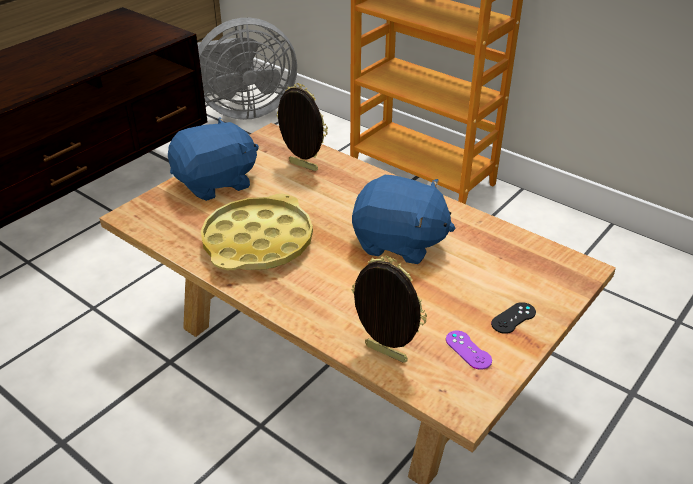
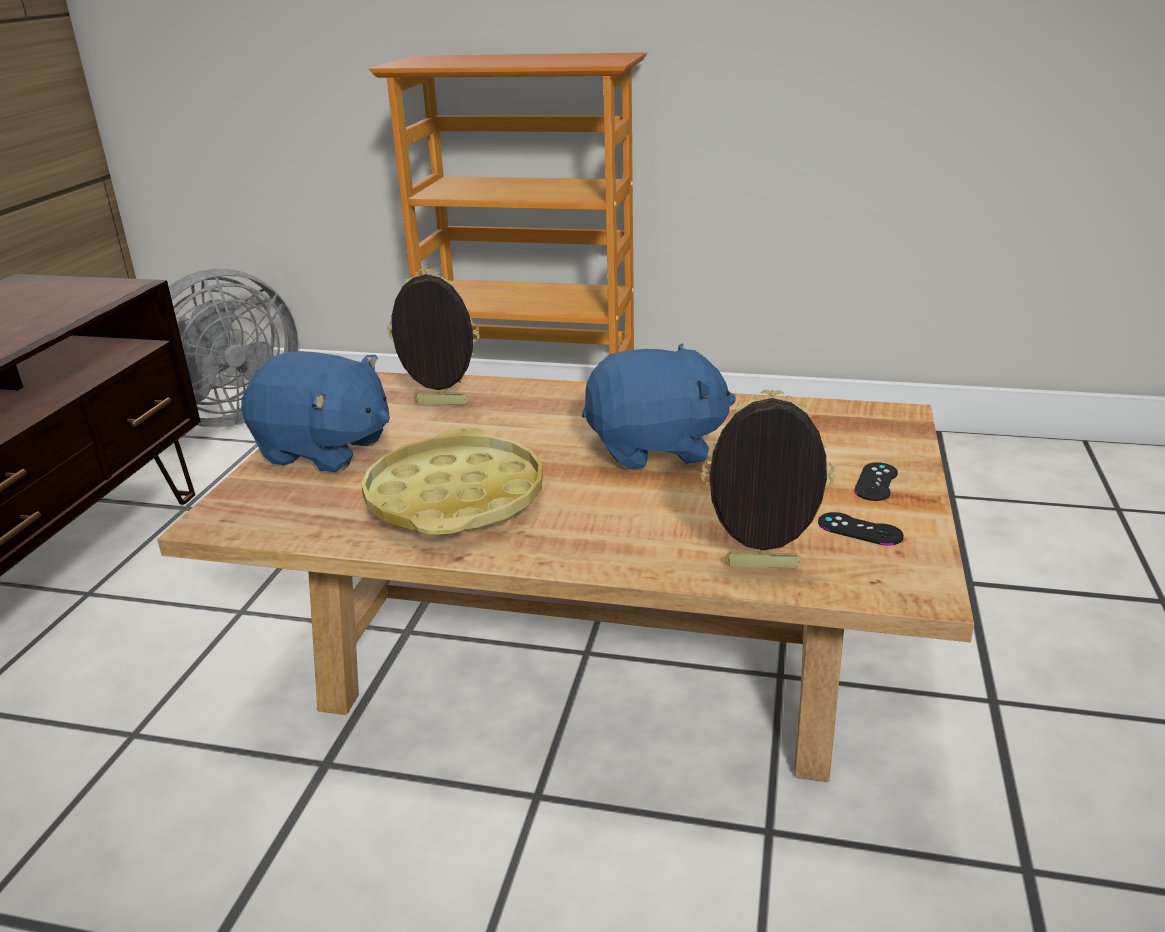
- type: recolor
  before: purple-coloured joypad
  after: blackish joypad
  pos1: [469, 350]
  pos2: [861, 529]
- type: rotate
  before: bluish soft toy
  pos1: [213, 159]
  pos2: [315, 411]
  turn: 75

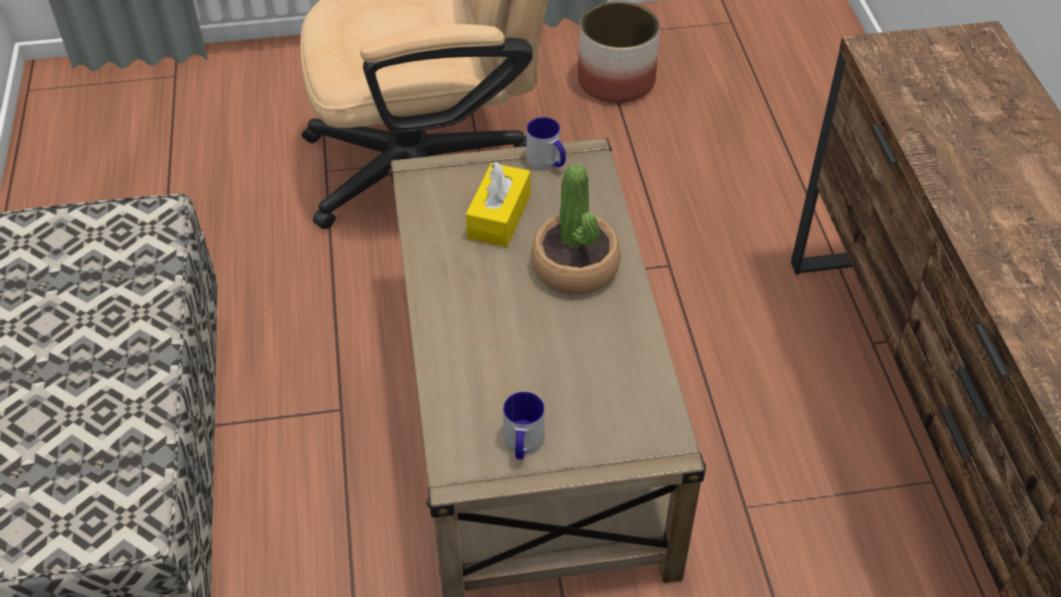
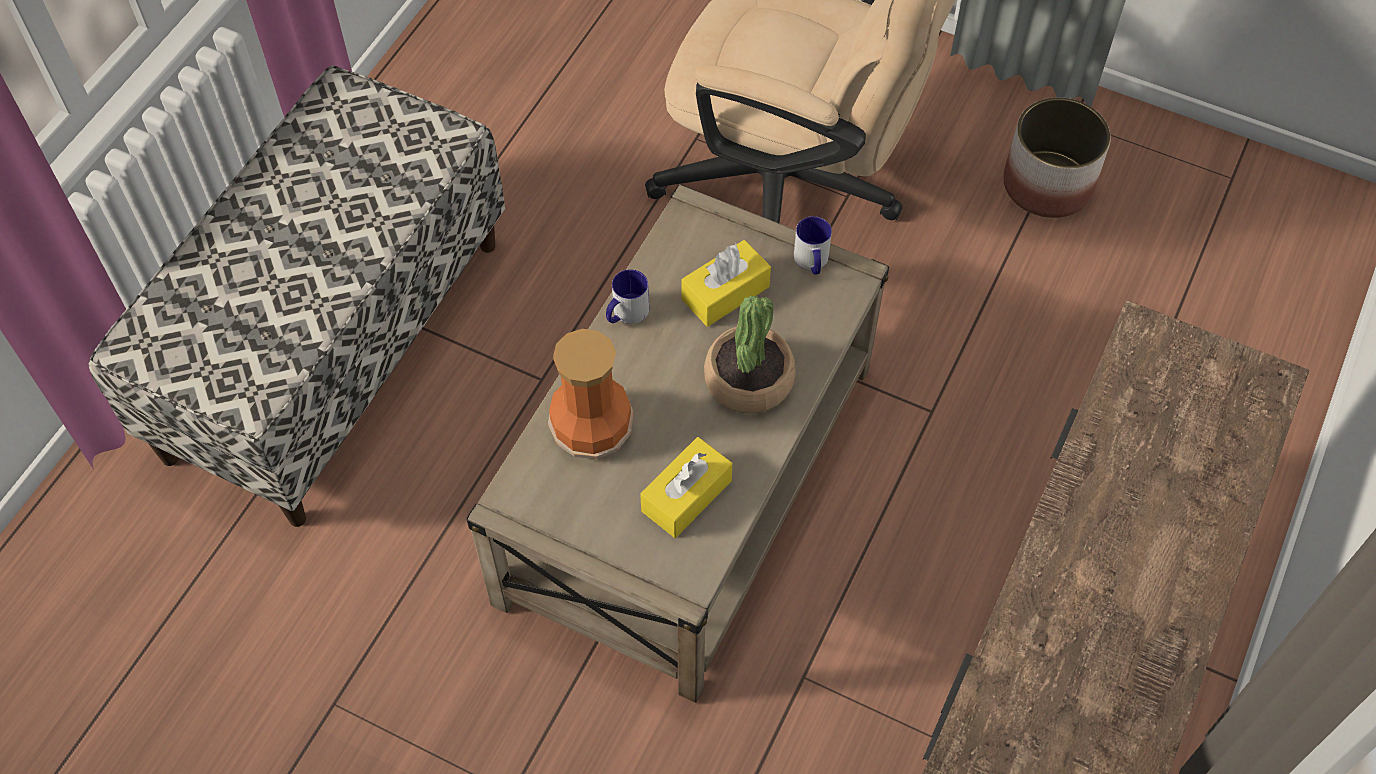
- type: insert
  after: vase
  pos2: [590, 394]
- type: insert
  after: yellow-coloured tissue box
  pos2: [686, 487]
- type: move
  before: tea mug
  pos1: [524, 425]
  pos2: [627, 296]

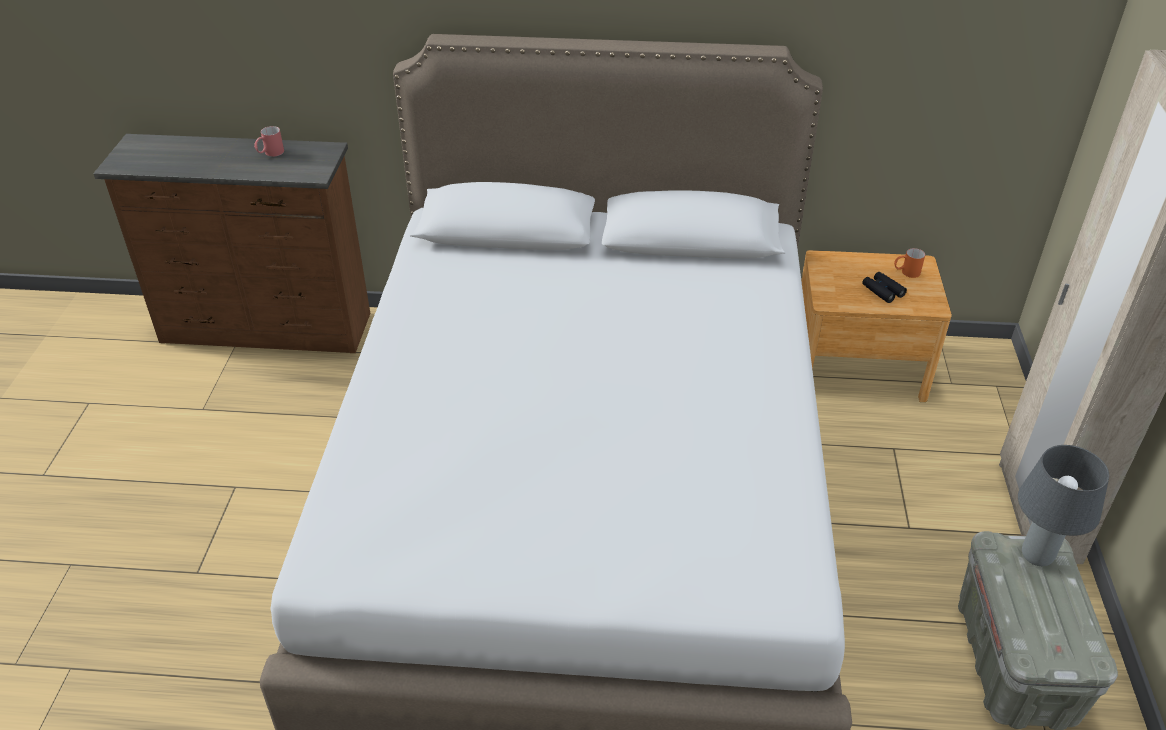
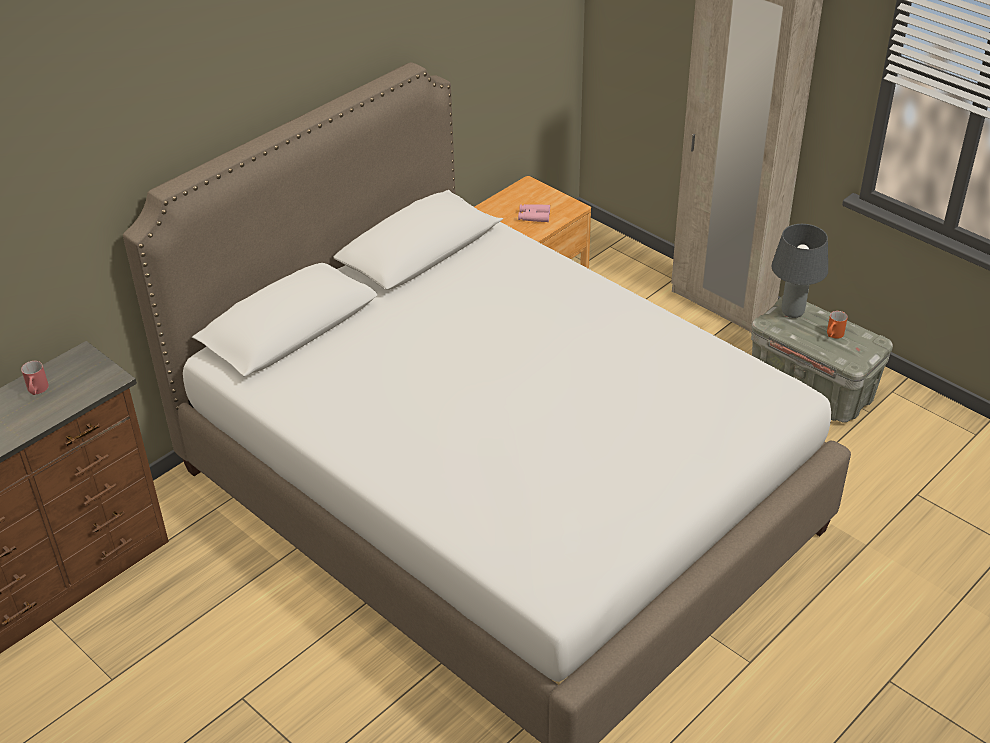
- type: move
  before: orange tea mug
  pos1: [909, 263]
  pos2: [837, 325]
- type: recolor
  before: blackish pair of binoculars
  after: pinkish pair of binoculars
  pos1: [884, 287]
  pos2: [534, 213]

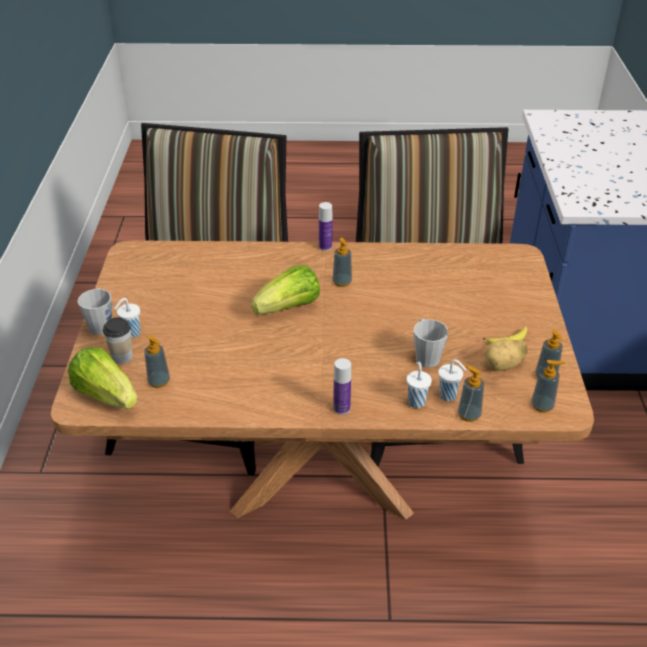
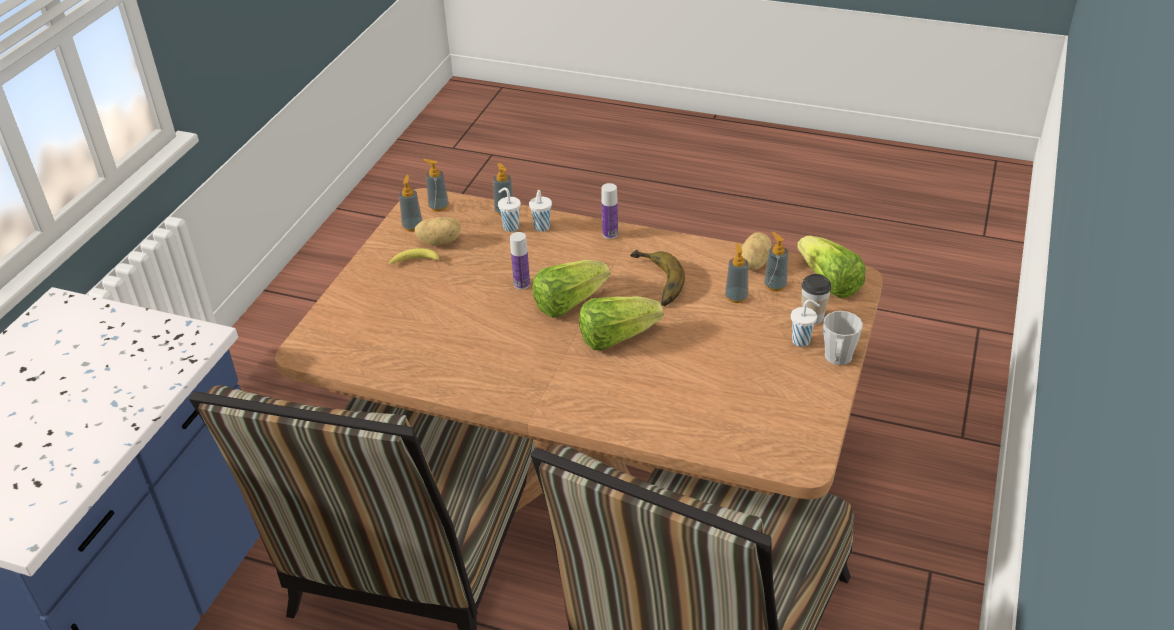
- type: delete
  before: greyish tea mug
  pos1: [431, 343]
- type: insert
  after: head of lettuce
  pos2: [571, 289]
- type: insert
  after: banana fruit
  pos2: [657, 278]
- type: insert
  after: potato
  pos2: [756, 251]
- type: move
  before: beverage bottle
  pos1: [326, 226]
  pos2: [520, 260]
- type: move
  before: liquid soap bottle
  pos1: [342, 262]
  pos2: [736, 272]

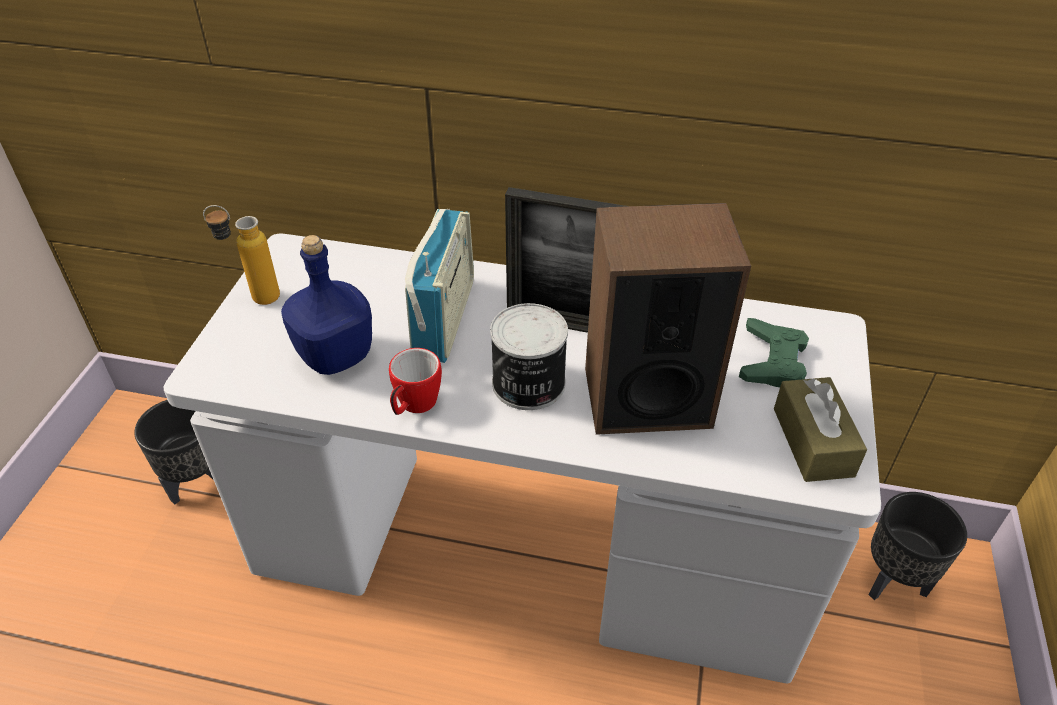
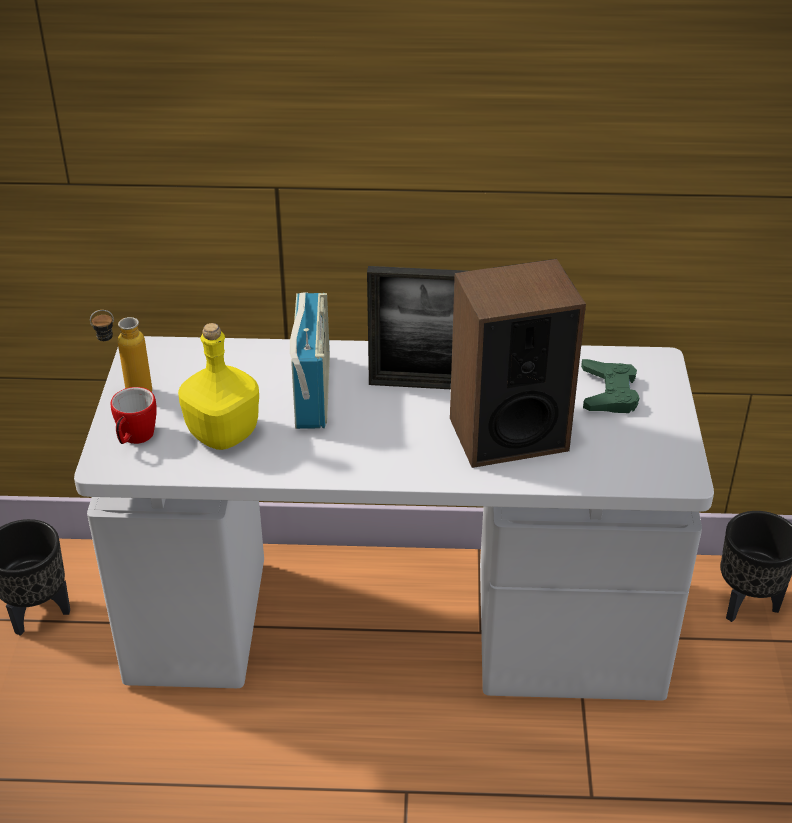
- type: delete
  before: sealed can
  pos1: [529, 356]
- type: delete
  before: brownish tissue box
  pos1: [820, 429]
- type: move
  before: tea mug
  pos1: [415, 381]
  pos2: [134, 415]
- type: recolor
  before: bluish beverage bottle
  after: yellow-coloured beverage bottle
  pos1: [326, 305]
  pos2: [218, 386]

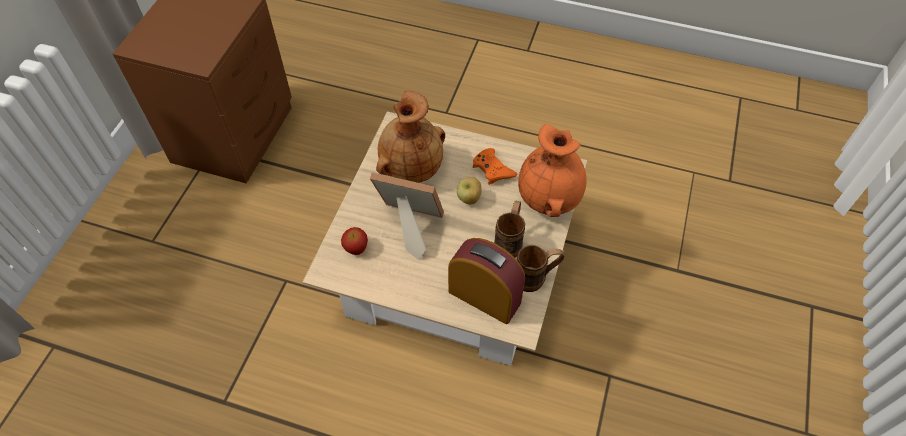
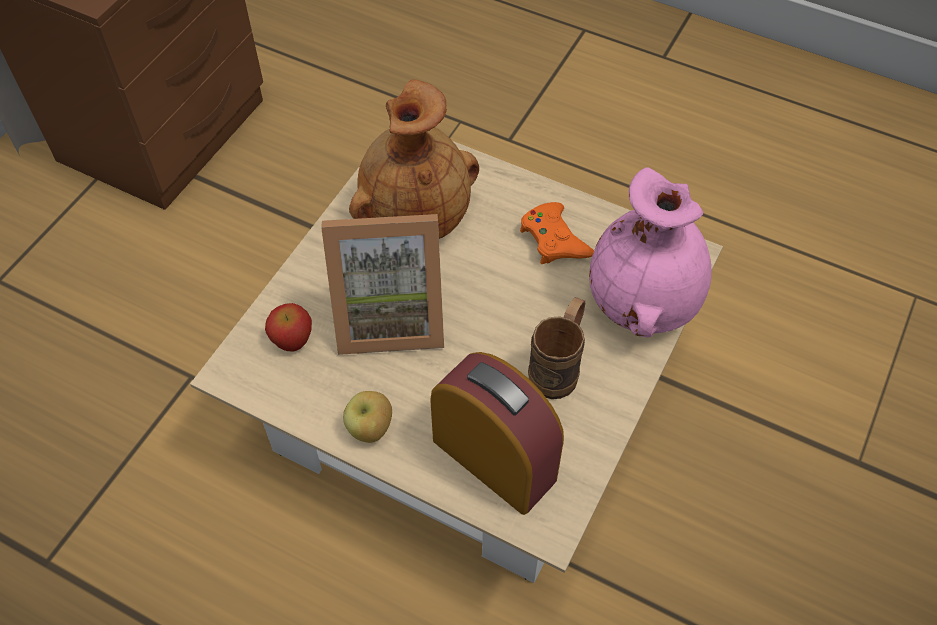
- type: delete
  before: brownish tea mug
  pos1: [540, 268]
- type: move
  before: whole apple
  pos1: [469, 191]
  pos2: [367, 417]
- type: recolor
  before: orange vase
  after: pinkish vase
  pos1: [552, 170]
  pos2: [650, 252]
- type: rotate
  before: photo frame
  pos1: [407, 216]
  pos2: [382, 284]
  turn: 150

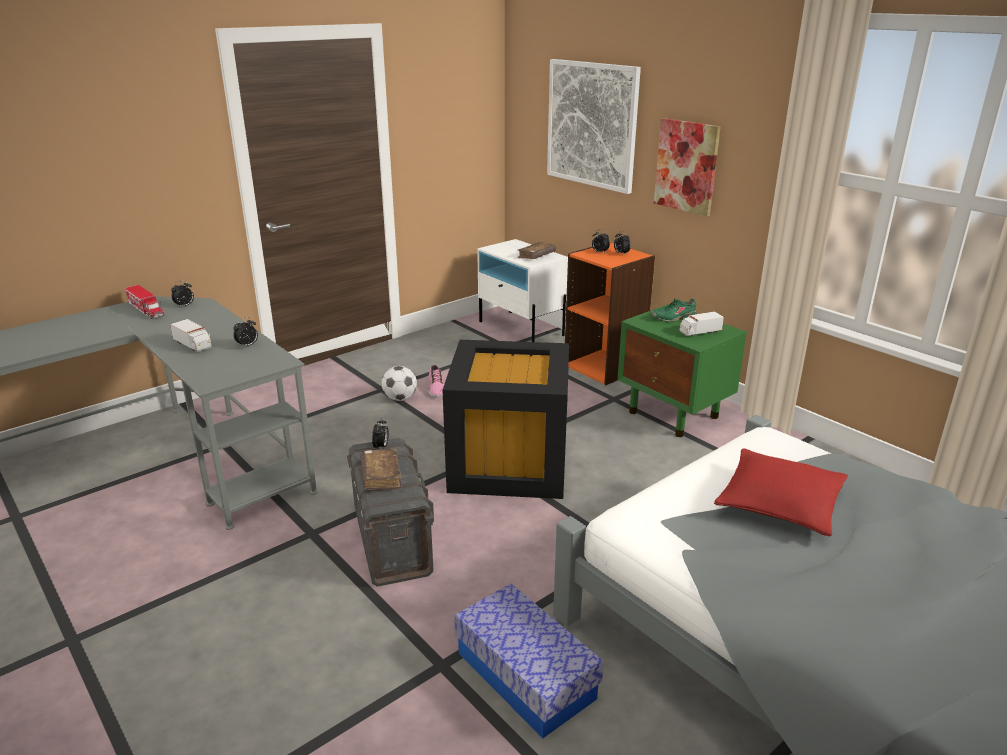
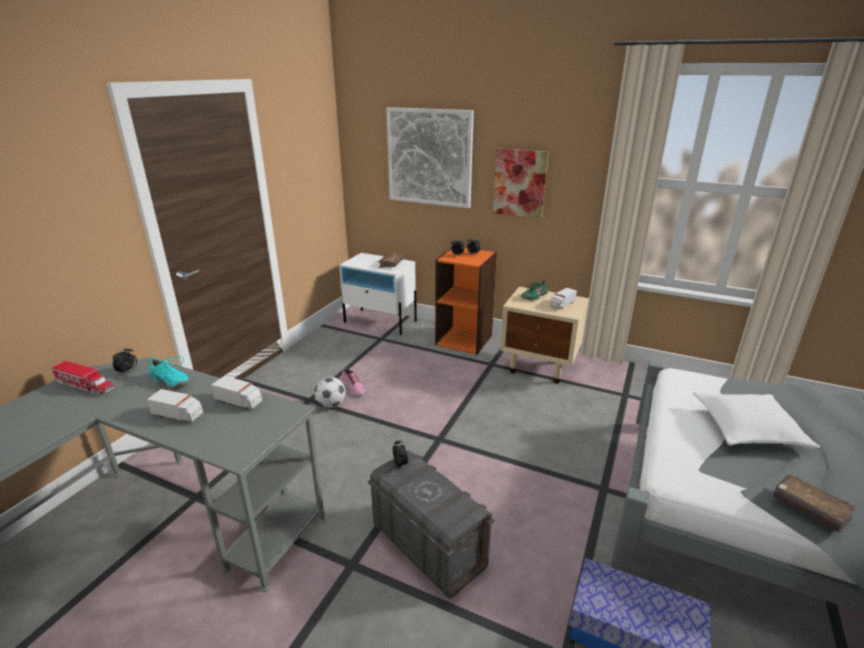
- type: delete
  before: blackish storage container
  pos1: [506, 419]
- type: insert
  after: blue-green item of footwear
  pos2: [167, 372]
- type: move
  before: brownish book
  pos1: [381, 469]
  pos2: [815, 502]
- type: replace
  before: table clock
  after: model truck
  pos1: [245, 332]
  pos2: [237, 392]
- type: recolor
  before: green-coloured night table
  after: sand-coloured night table
  pos1: [682, 370]
  pos2: [544, 335]
- type: recolor
  before: red cushion
  after: white-coloured cushion
  pos1: [781, 492]
  pos2: [756, 420]

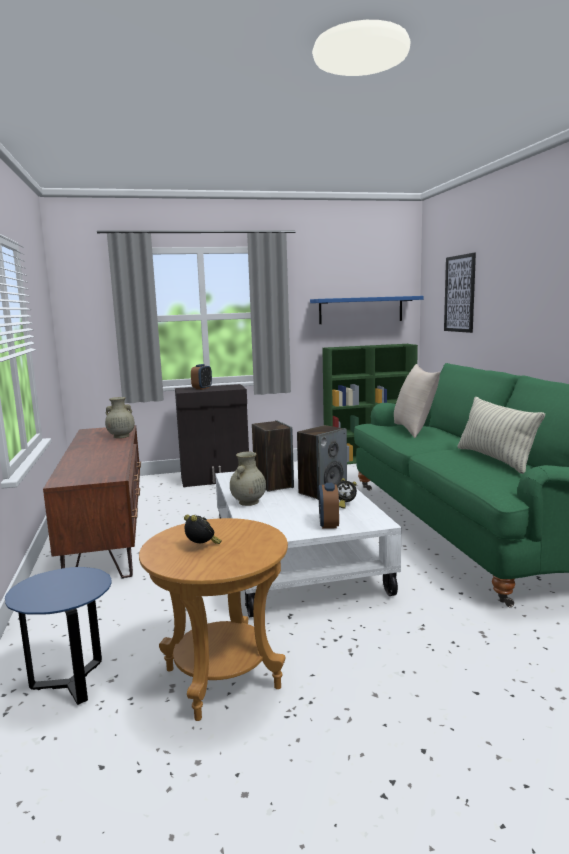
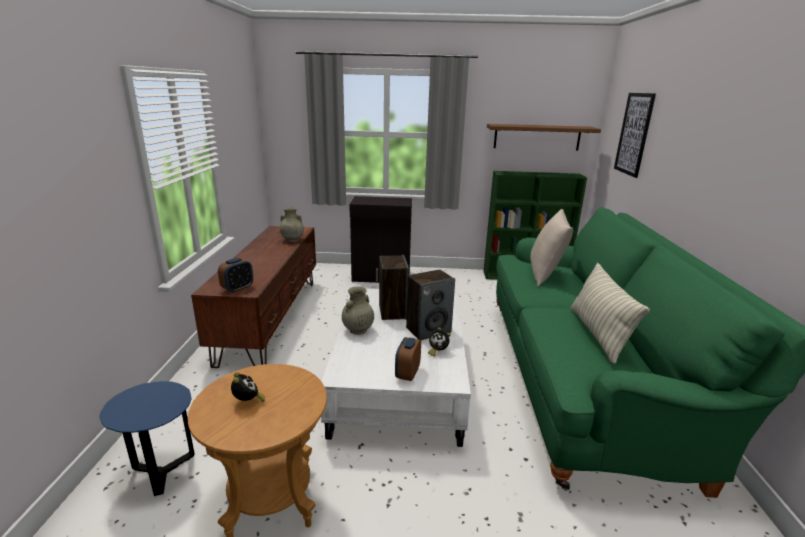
- type: move
  before: table clock
  pos1: [201, 377]
  pos2: [235, 275]
- type: recolor
  before: bluish wall shelf
  after: brownish wall shelf
  pos1: [366, 310]
  pos2: [544, 137]

